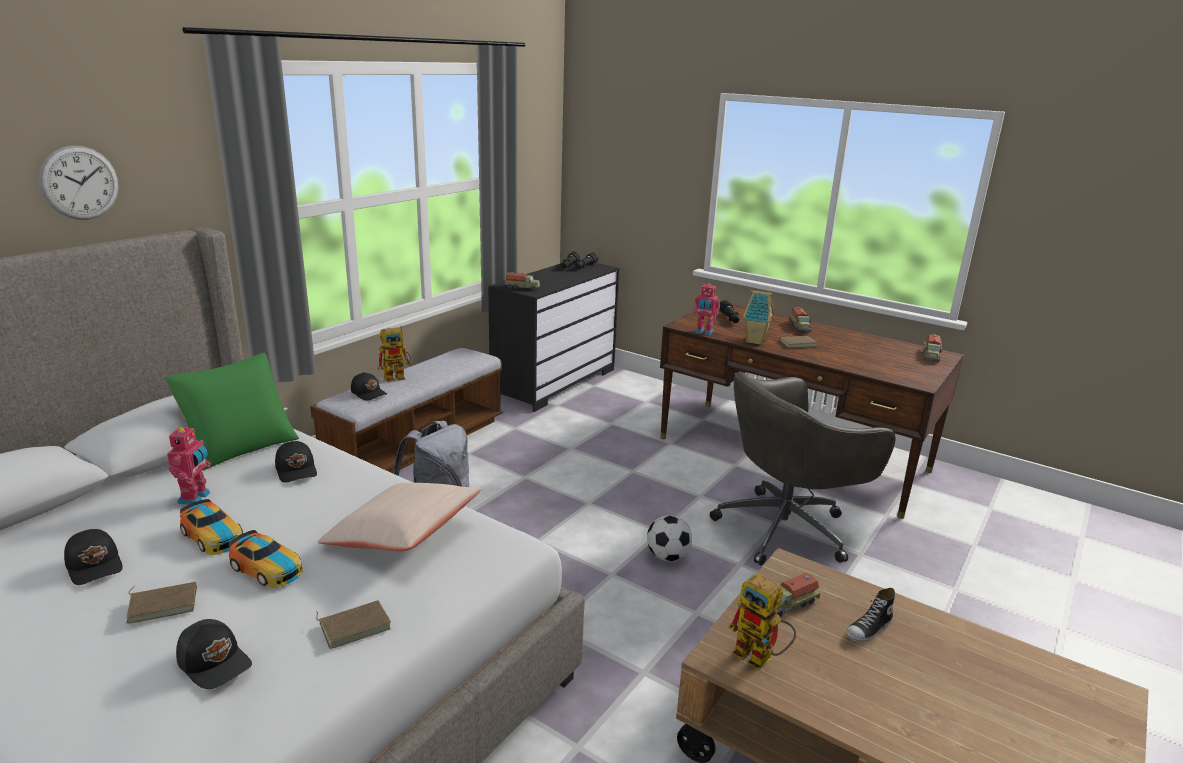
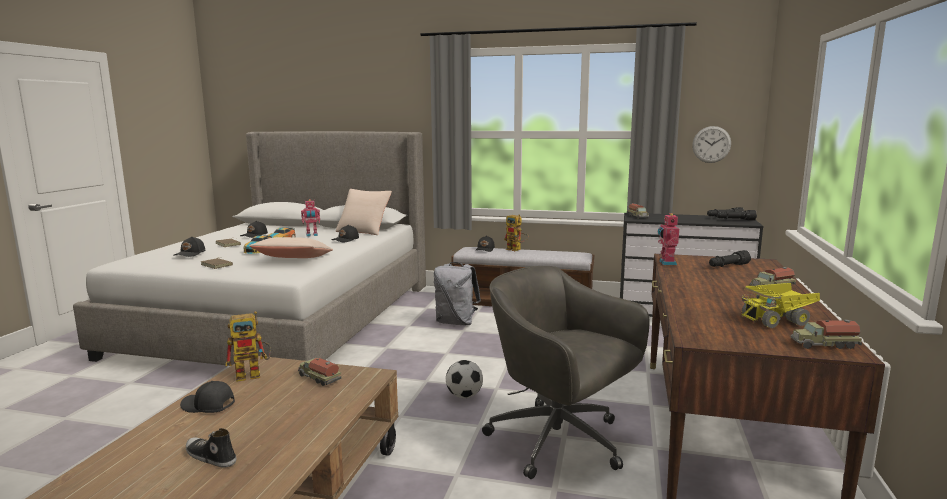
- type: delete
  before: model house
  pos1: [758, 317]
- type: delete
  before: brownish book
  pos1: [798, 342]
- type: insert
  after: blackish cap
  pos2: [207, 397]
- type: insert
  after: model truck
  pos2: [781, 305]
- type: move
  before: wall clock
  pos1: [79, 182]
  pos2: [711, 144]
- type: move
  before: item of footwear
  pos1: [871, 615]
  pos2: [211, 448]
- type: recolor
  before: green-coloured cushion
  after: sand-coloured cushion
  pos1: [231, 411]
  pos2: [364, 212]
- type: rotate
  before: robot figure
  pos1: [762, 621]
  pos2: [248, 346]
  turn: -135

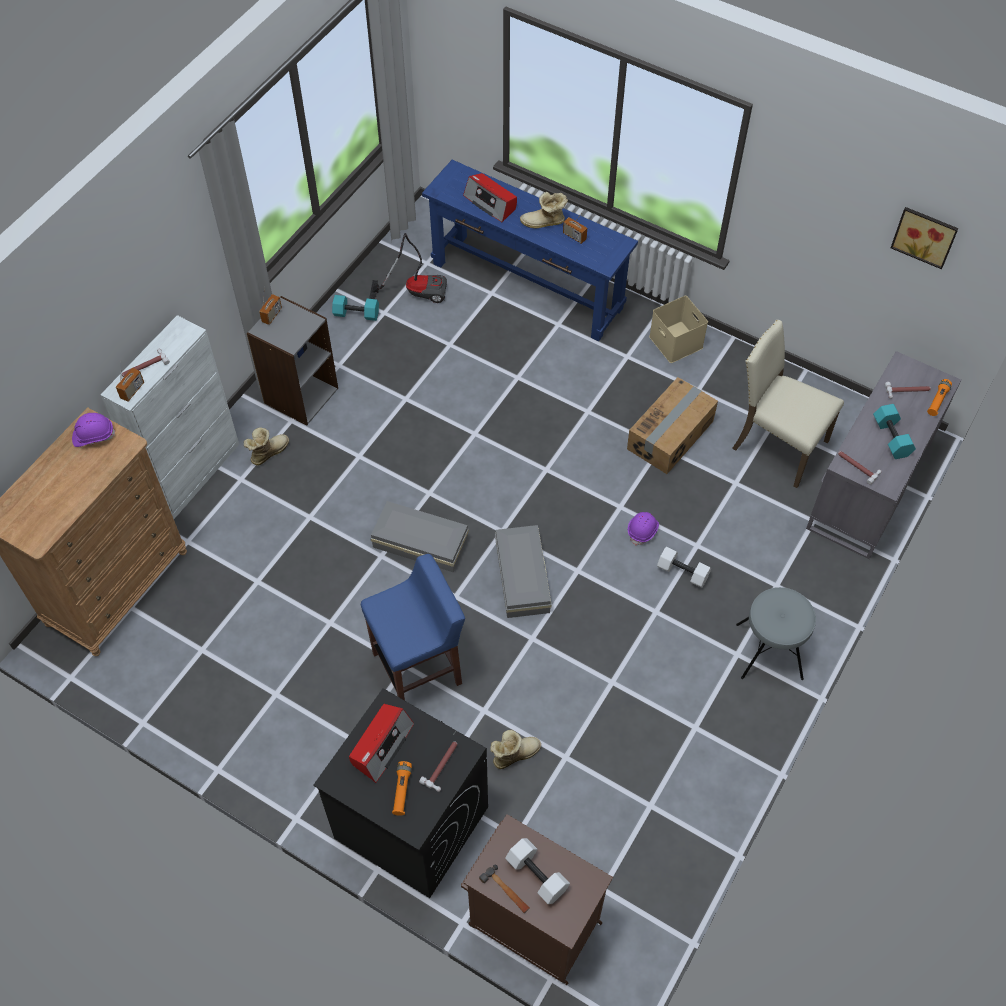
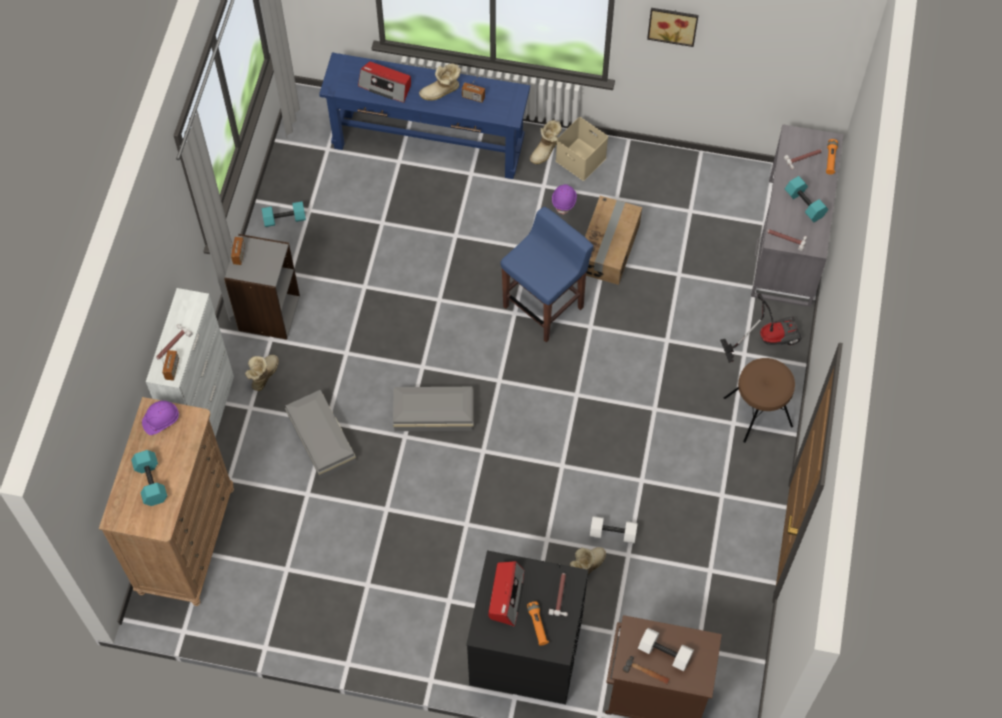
- type: delete
  before: sand-coloured plain chair
  pos1: [788, 404]
- type: insert
  after: blue-green dumbbell
  pos2: [149, 478]
- type: insert
  after: high-top boot
  pos2: [546, 142]
- type: move
  before: bluish stool
  pos1: [413, 627]
  pos2: [547, 274]
- type: move
  before: vacuum
  pos1: [408, 268]
  pos2: [761, 328]
- type: move
  before: greyish storage container
  pos1: [523, 571]
  pos2: [320, 434]
- type: move
  before: purple-coloured work helmet
  pos1: [643, 529]
  pos2: [564, 199]
- type: move
  before: white-coloured dumbbell
  pos1: [684, 567]
  pos2: [614, 529]
- type: move
  before: wall picture
  pos1: [925, 238]
  pos2: [672, 27]
- type: recolor
  before: greyish stool
  after: brownish stool
  pos1: [776, 633]
  pos2: [759, 400]

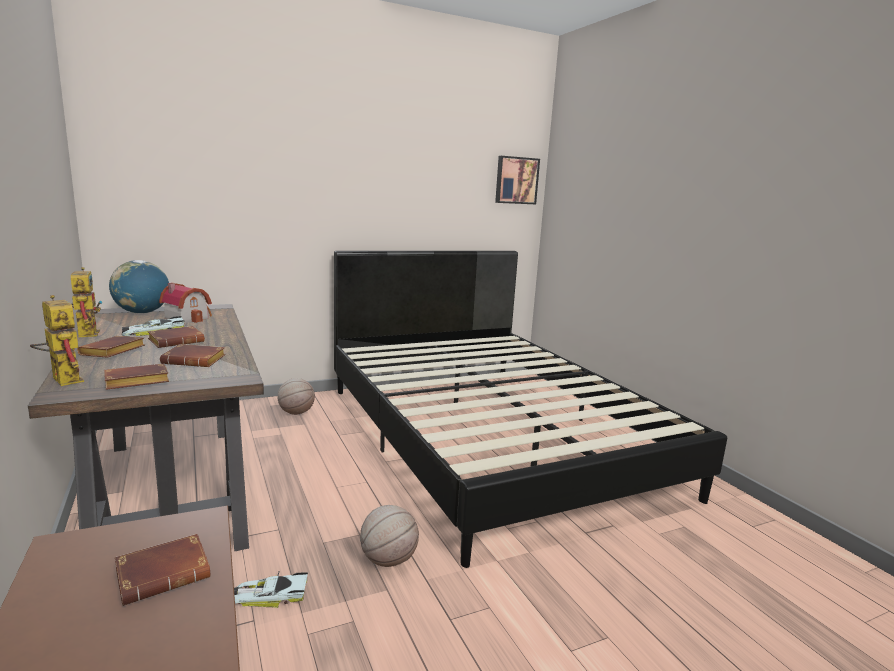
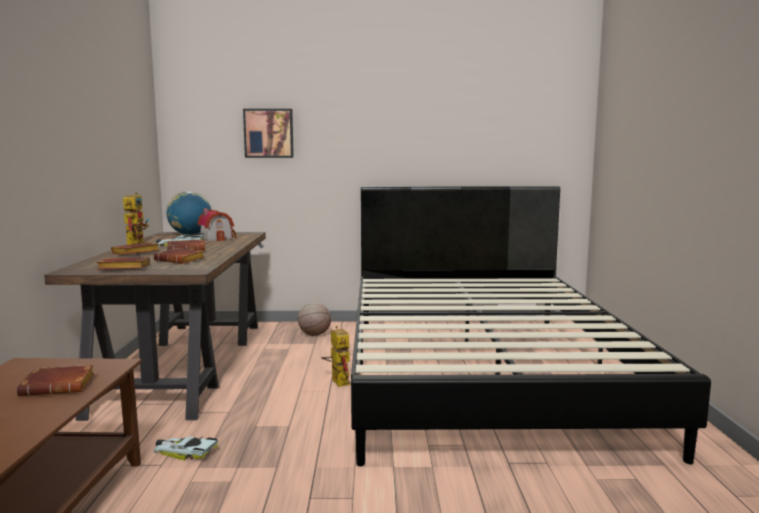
- type: delete
  before: basketball ball
  pos1: [389, 536]
- type: move
  before: robot figure
  pos1: [57, 340]
  pos2: [336, 356]
- type: move
  before: wall picture
  pos1: [517, 180]
  pos2: [268, 133]

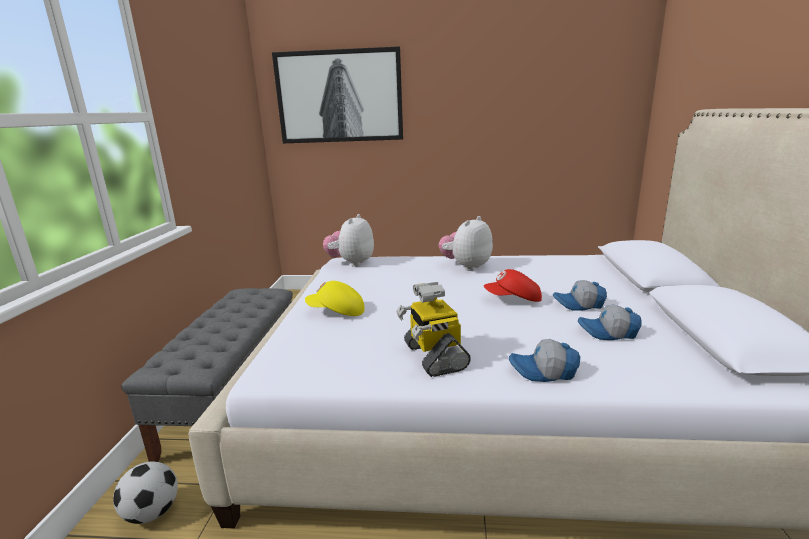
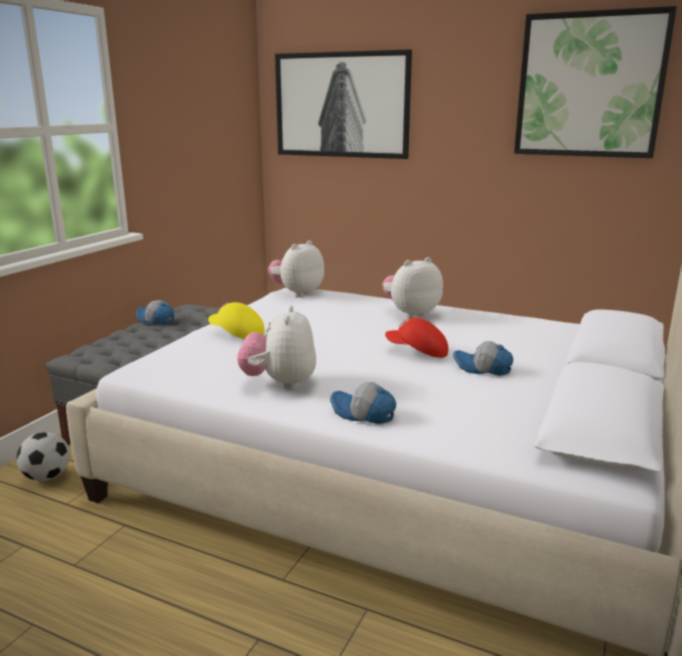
- type: insert
  after: wall picture
  pos2: [595, 82]
- type: move
  before: cap
  pos1: [609, 322]
  pos2: [155, 312]
- type: replace
  before: robot figure
  after: soft toy
  pos1: [433, 329]
  pos2: [276, 347]

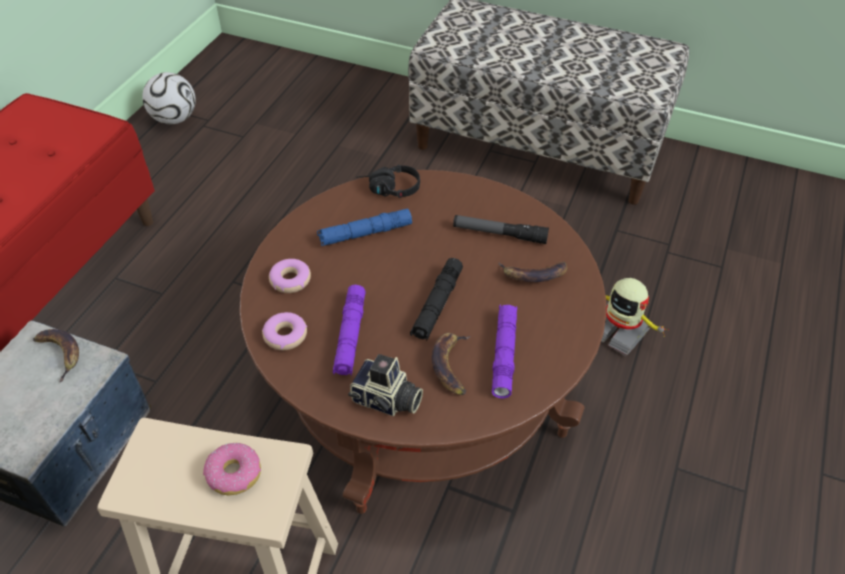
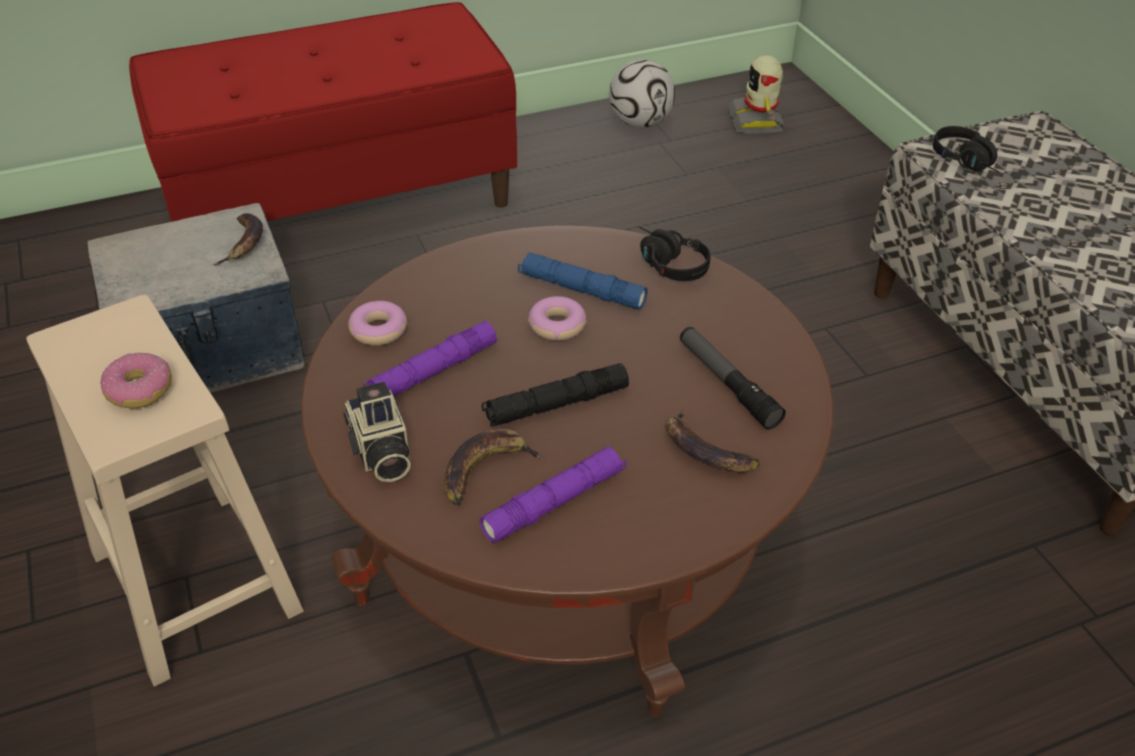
- type: insert
  after: blackish pair of headphones
  pos2: [966, 149]
- type: move
  before: doughnut
  pos1: [290, 276]
  pos2: [557, 318]
- type: move
  before: robot figure
  pos1: [635, 317]
  pos2: [756, 94]

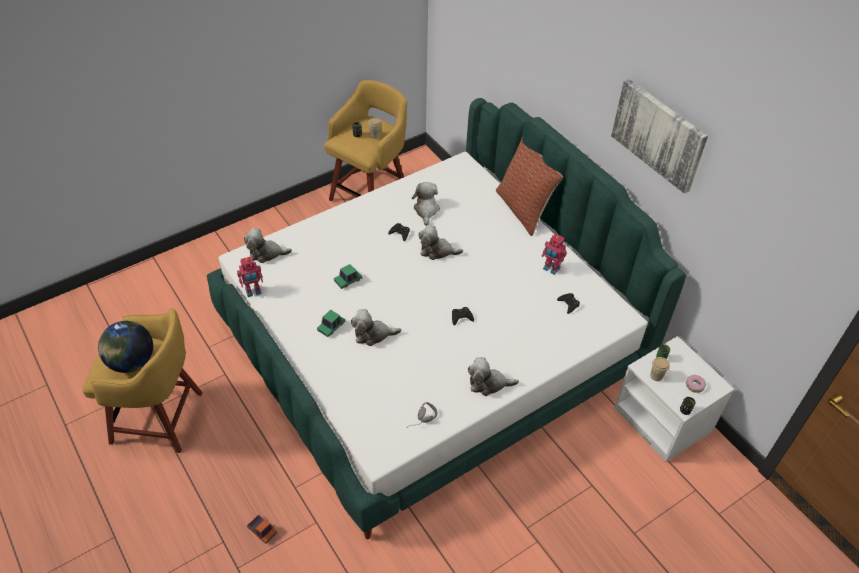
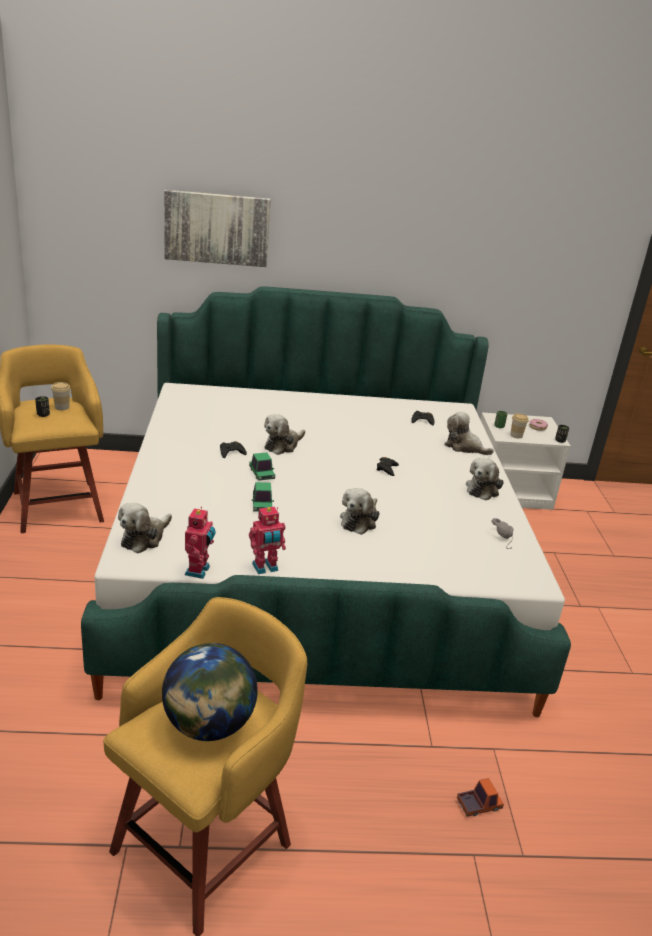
- type: delete
  before: cushion
  pos1: [529, 186]
- type: move
  before: model car
  pos1: [331, 323]
  pos2: [262, 466]
- type: move
  before: soft toy
  pos1: [426, 204]
  pos2: [469, 433]
- type: move
  before: robot figure
  pos1: [554, 254]
  pos2: [267, 540]
- type: move
  before: wall picture
  pos1: [659, 136]
  pos2: [217, 228]

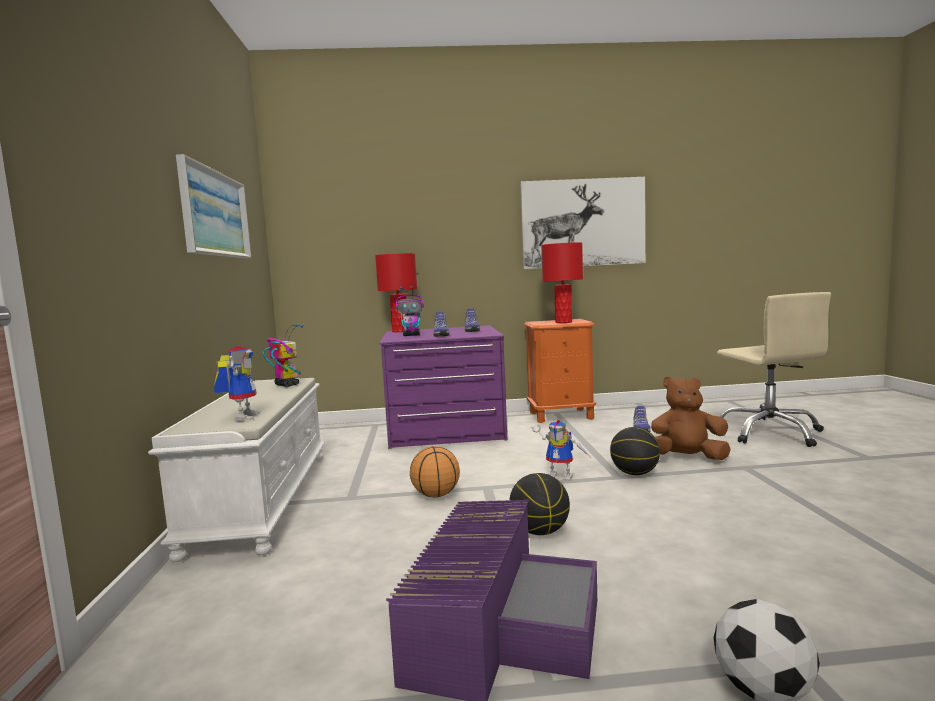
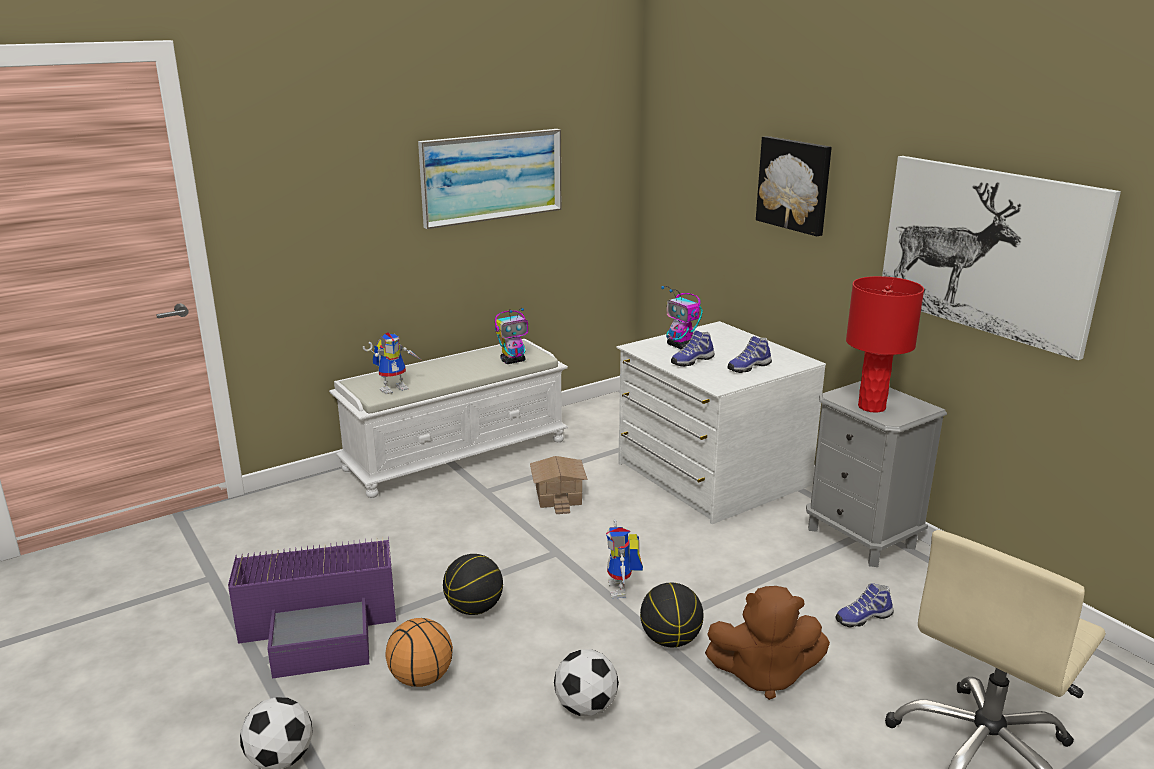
- type: delete
  before: red lamp for a table
  pos1: [396, 292]
- type: insert
  after: model house
  pos2: [558, 485]
- type: insert
  after: football ball
  pos2: [586, 682]
- type: insert
  after: wall picture
  pos2: [794, 186]
- type: move
  before: basketball ball
  pos1: [435, 471]
  pos2: [419, 652]
- type: recolor
  before: purple-coloured dresser
  after: white-coloured dresser
  pos1: [443, 387]
  pos2: [721, 422]
- type: recolor
  before: orange night table
  after: greyish night table
  pos1: [560, 371]
  pos2: [876, 474]
- type: rotate
  before: robot figure
  pos1: [283, 355]
  pos2: [511, 336]
  turn: 45
- type: rotate
  before: brownish soft toy
  pos1: [691, 418]
  pos2: [767, 643]
  turn: 120

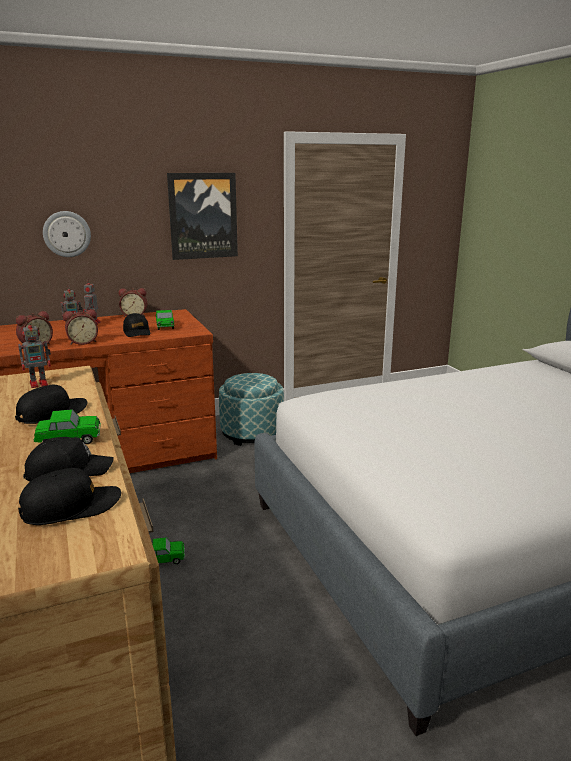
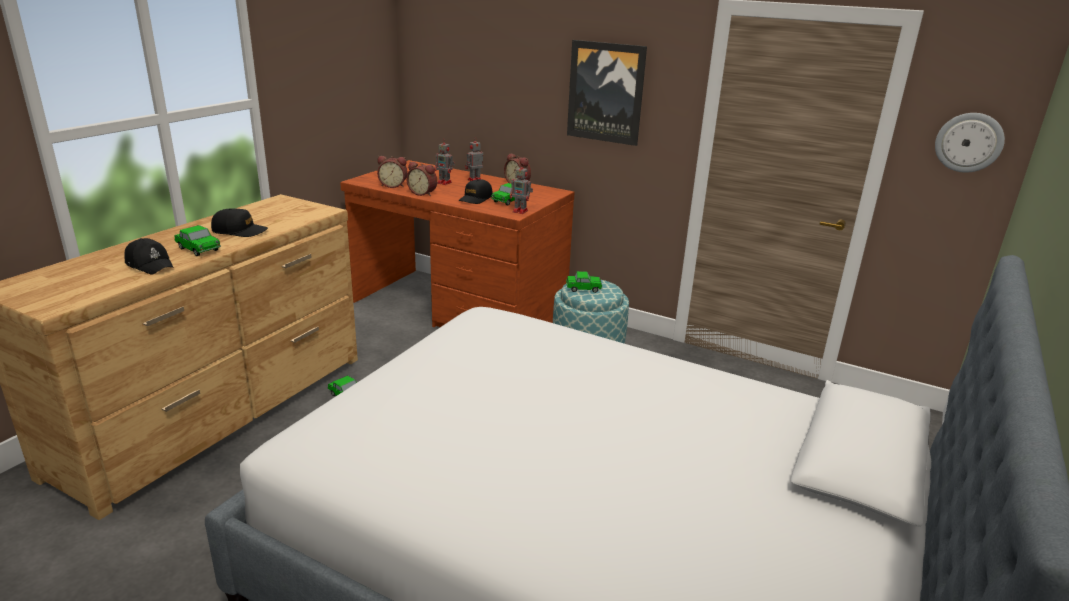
- type: delete
  before: blackish cap
  pos1: [69, 496]
- type: insert
  after: model car
  pos2: [584, 282]
- type: move
  before: robot figure
  pos1: [34, 353]
  pos2: [521, 188]
- type: move
  before: wall clock
  pos1: [67, 234]
  pos2: [970, 142]

